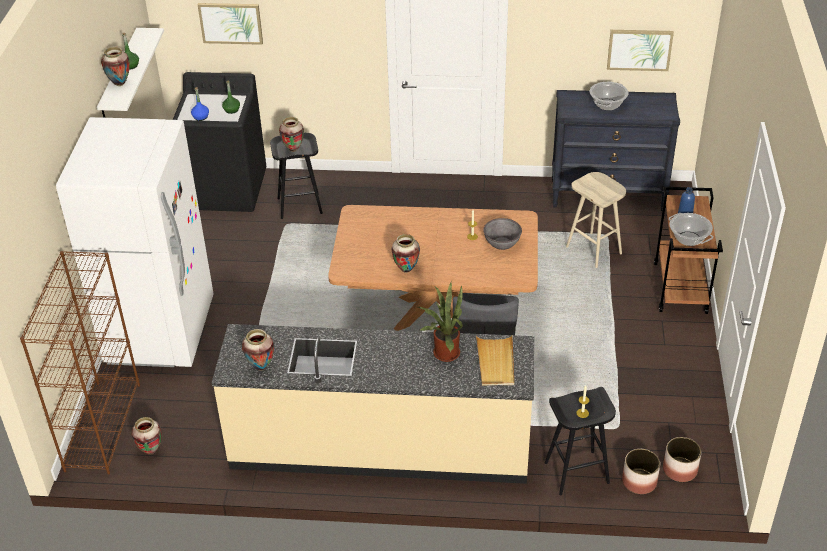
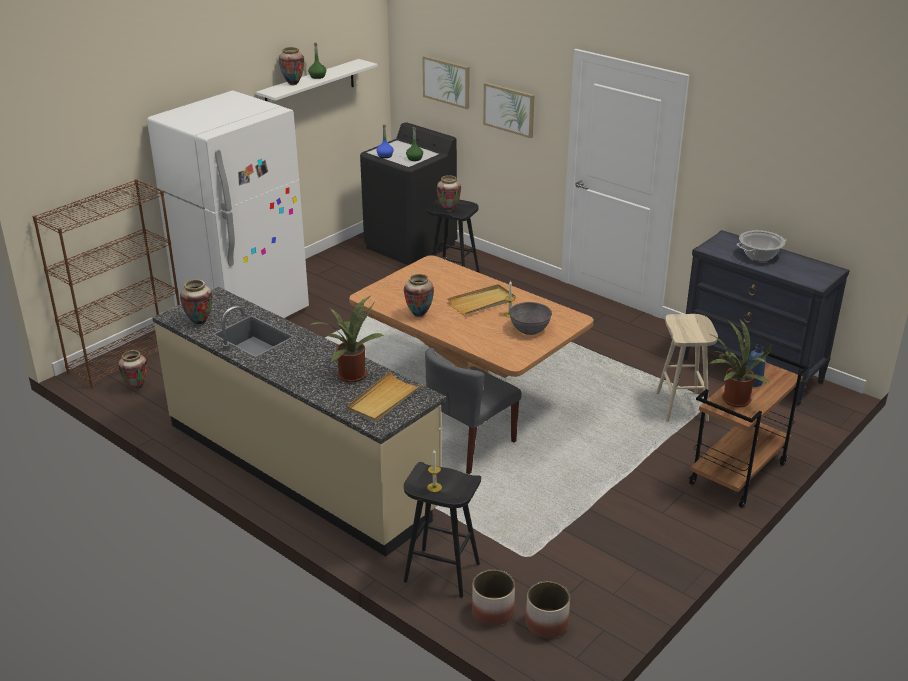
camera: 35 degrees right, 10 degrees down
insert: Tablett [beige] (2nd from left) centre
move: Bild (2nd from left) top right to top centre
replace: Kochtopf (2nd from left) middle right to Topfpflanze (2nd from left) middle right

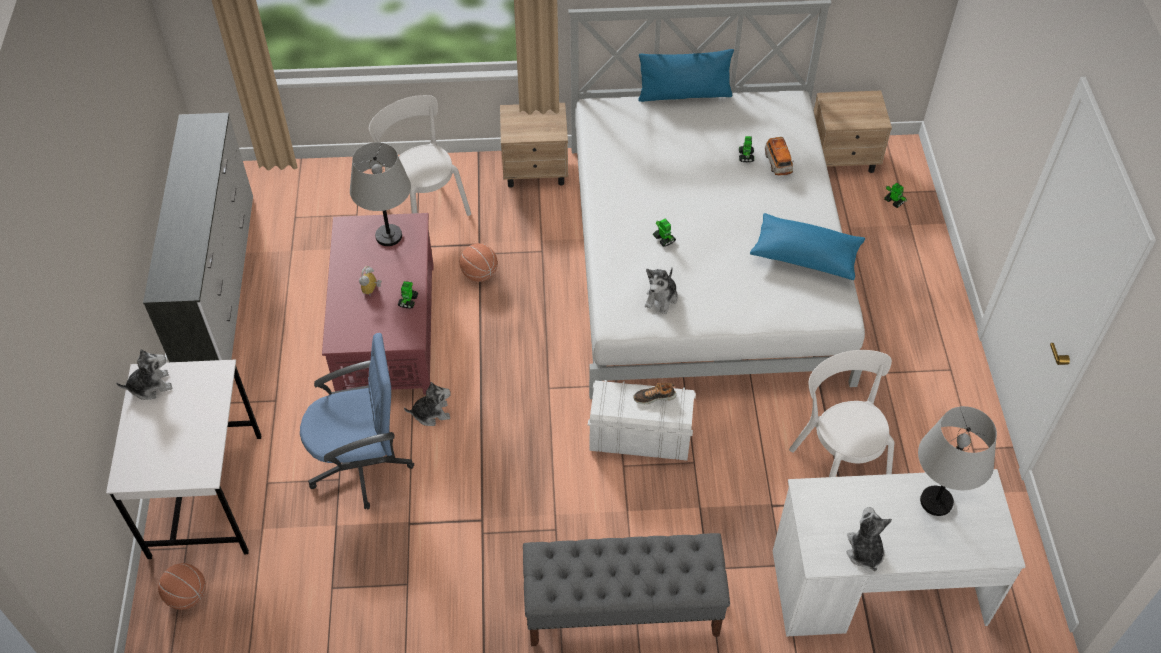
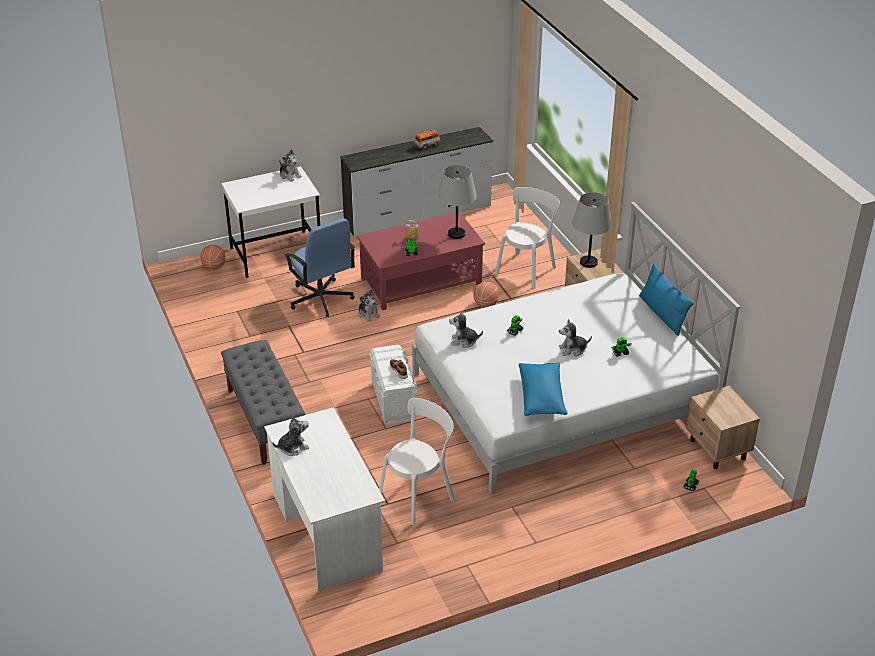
camera: 70 degrees right, 15 degrees down
insert: Plüschtier (5th from left) centre
move: Spielzeugauto top right to top centre; Tischlampe [grau] (2nd from left) bottom right to middle right

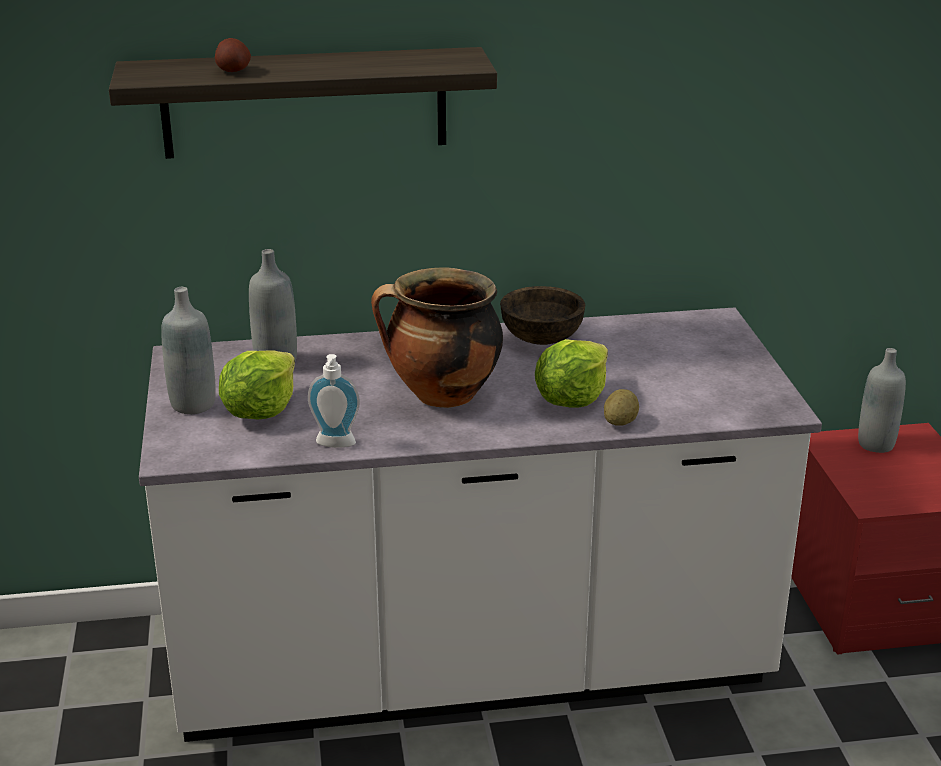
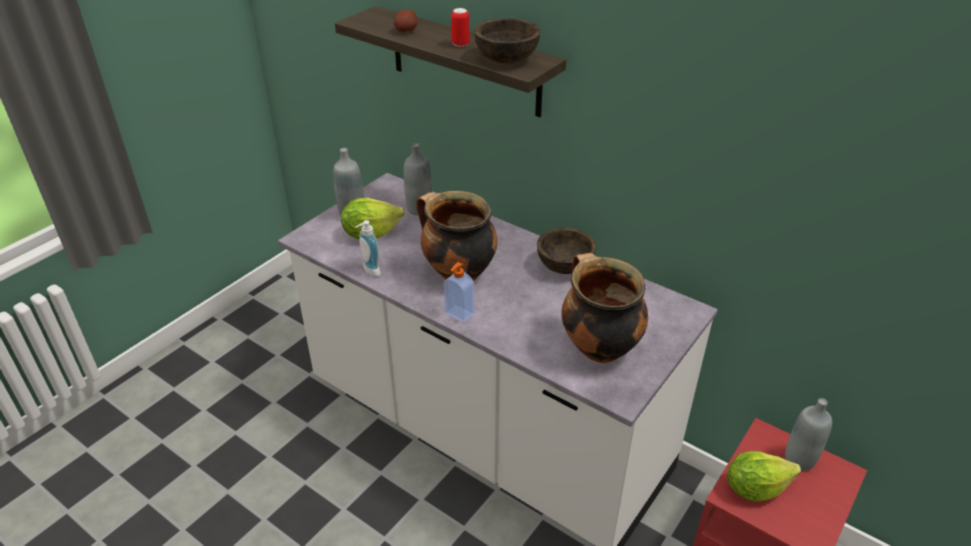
camera: 45 degrees right, 10 degrees up
delete: Kartoffel (2nd from left) centre
insert: Seifenspender (2nd from left) centre; Dose top centre; Schüssel [braun] (1st from left) top centre; Kochtopf (2nd from left) centre
move: Salatkopf (2nd from left) centre to bottom right

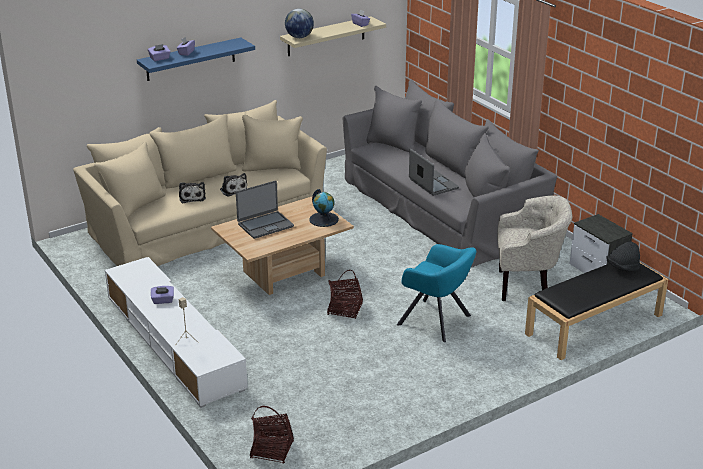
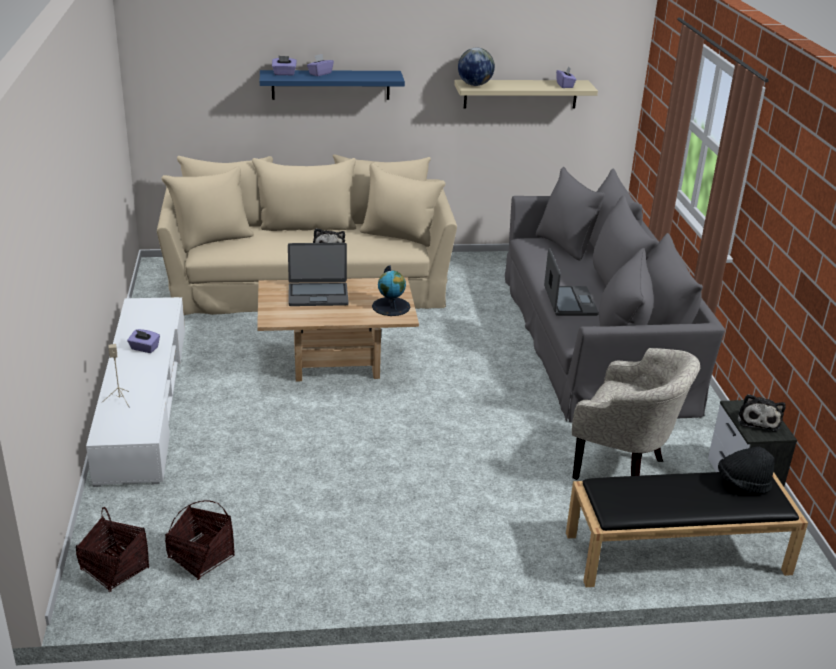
camera: 25 degrees right, 0 degrees up
delete: Sessel [türkis] centre
move: Korb (2nd from left) centre to bottom left; Plüschtier (1st from left in the first image) middle left to Plüschtier (2nd from left) middle right

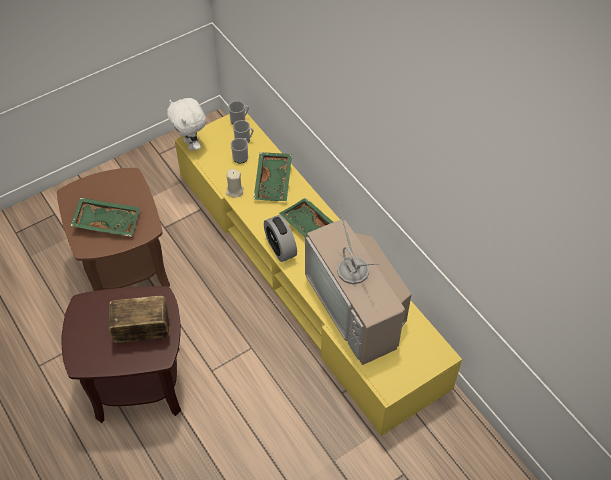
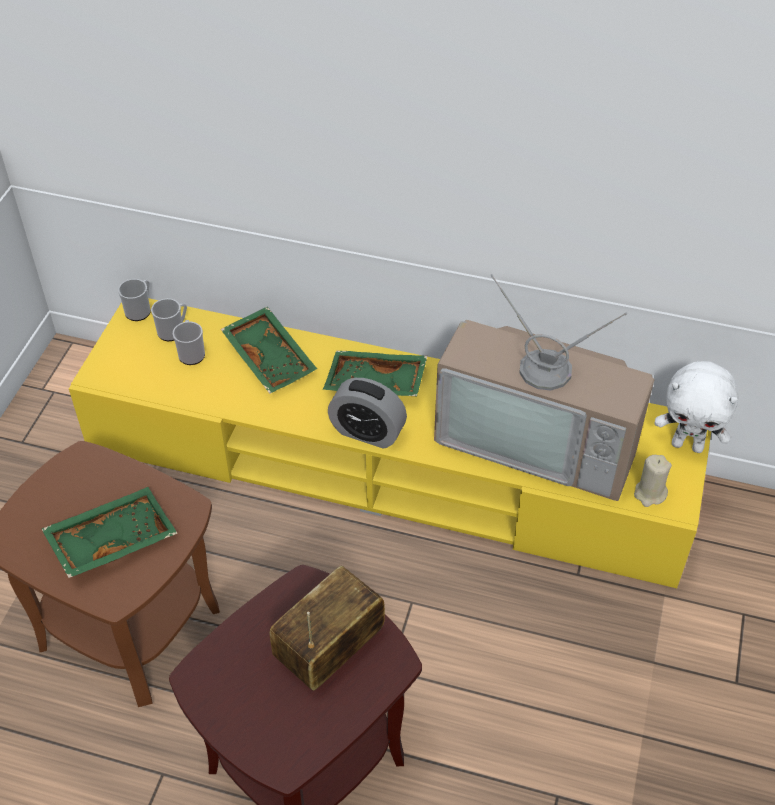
camera: 40 degrees left, 5 degrees down
move: Kerze [beige] centre to middle right; Plüschtier [weiß] top left to middle right

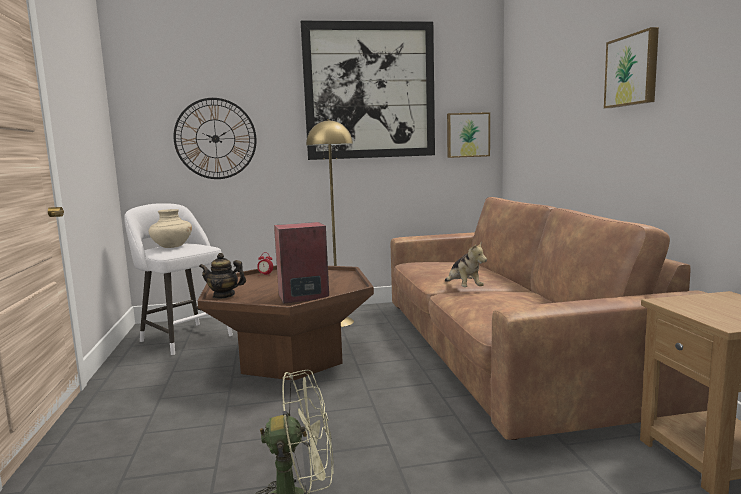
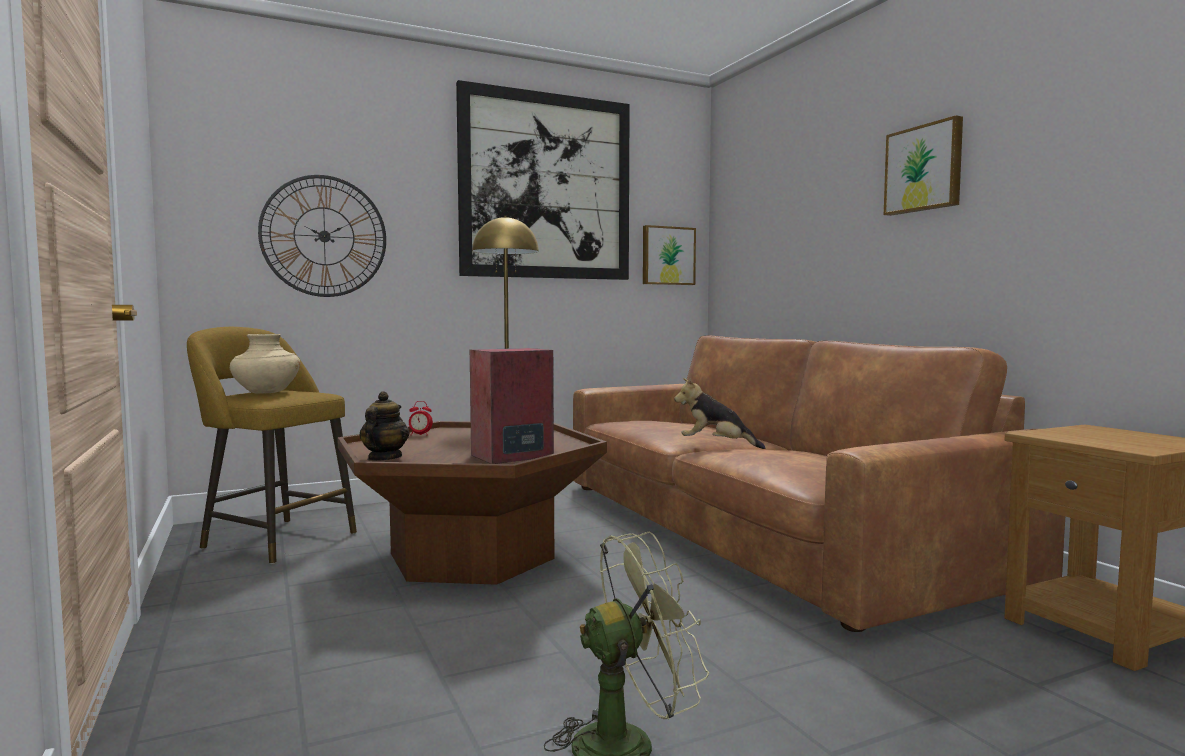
camera: 15 degrees left, 5 degrees down
recolor: Hocker [weiß] middle left to Hocker [gelb] middle left
rotate: Teekanne middle left = middle left 105 degrees clockwise; Plüschtier centre = centre 150 degrees clockwise

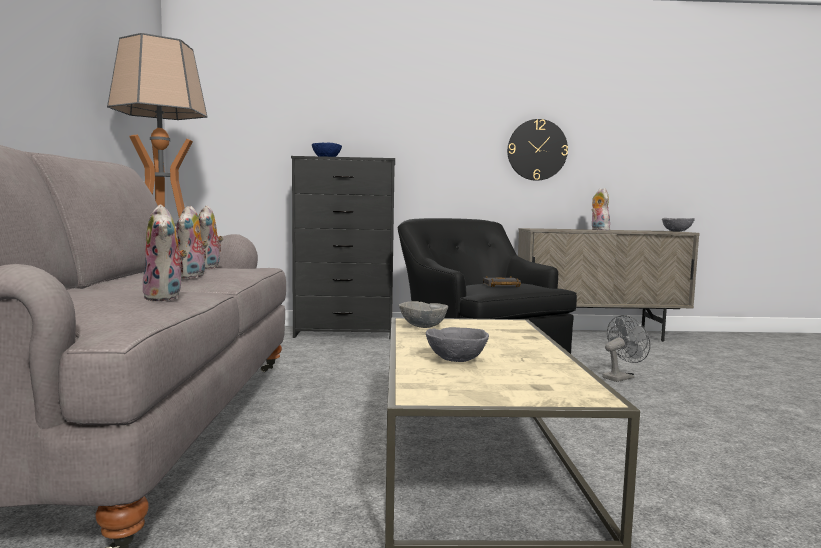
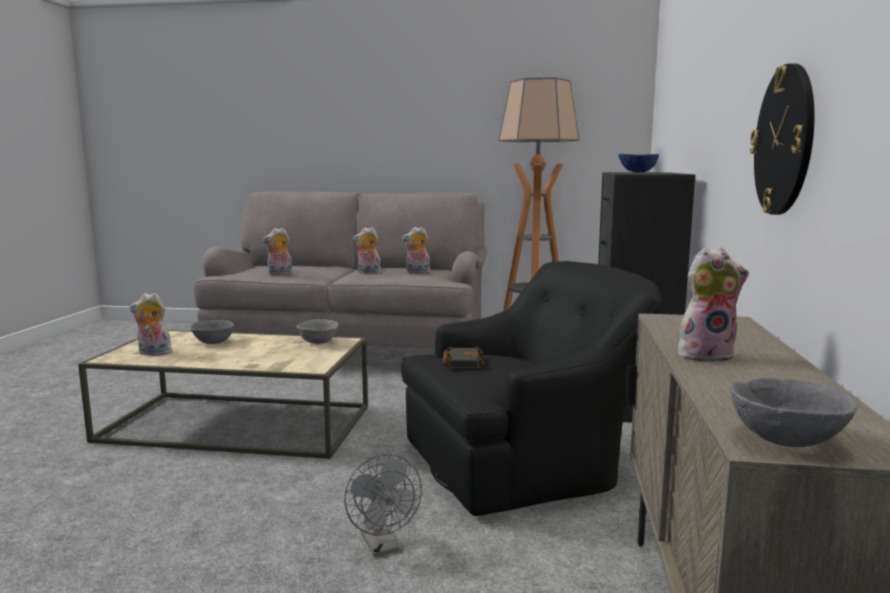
camera: 100 degrees right, 5 degrees up
insert: Plüschtier (1st from left) middle left

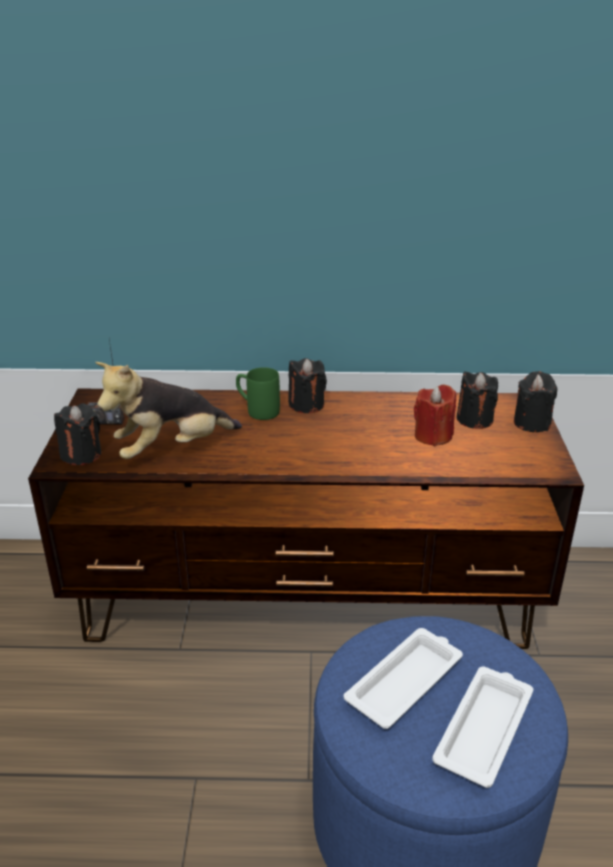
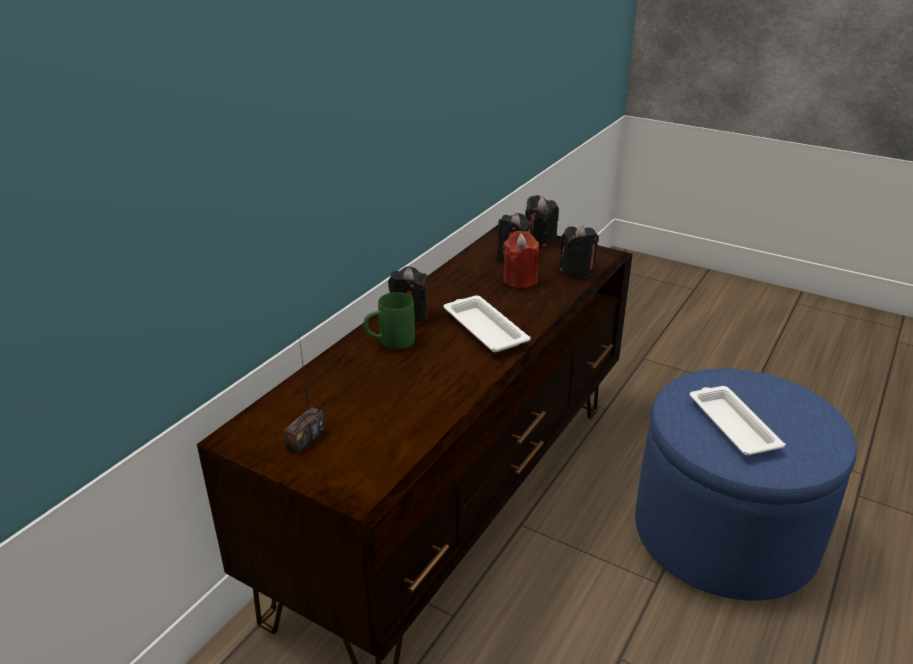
camera: 60 degrees left, 0 degrees up
delete: Plüschtier middle left
move: Tablett [weiß] (2nd from left in the first image) bottom right to Tablett [weiß] (1st from left) centre; Kerze [schwarz] (1st from left in the first image) middle left to Kerze [schwarz] (4th from left) centre

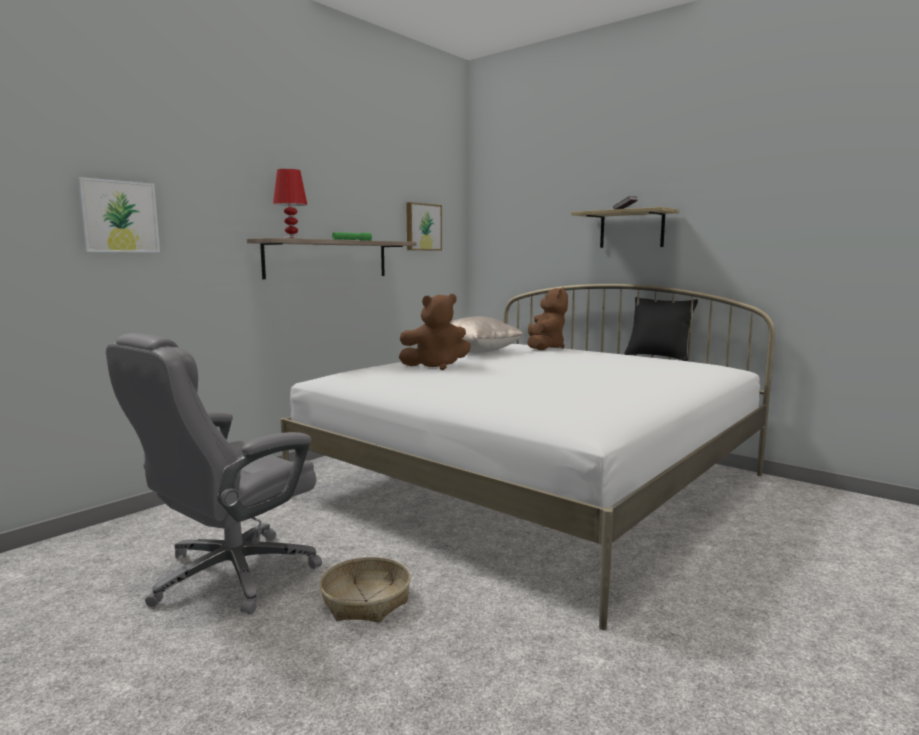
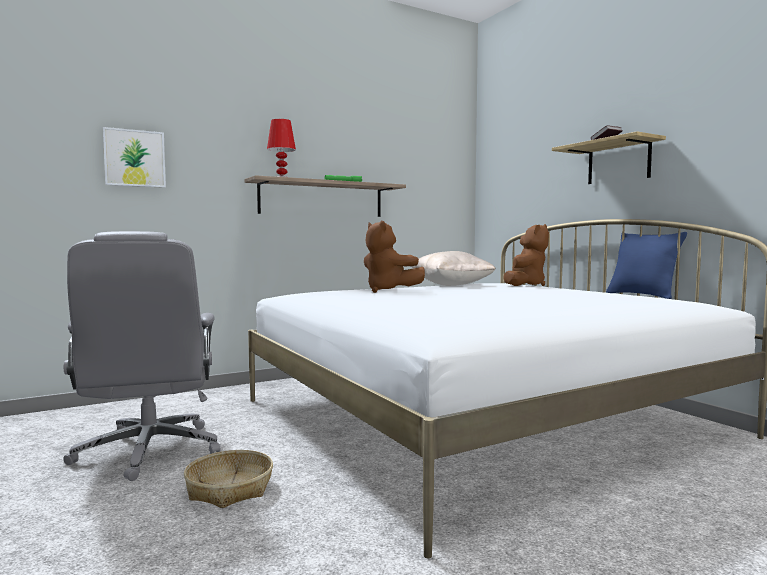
camera: 20 degrees right, 5 degrees down
delete: Bild (2nd from left) top centre
recolor: Kissen [schwarz] middle right to Kissen [blau] middle right
rotate: Bürostuhl [grau] middle left = middle left 75 degrees counterclockwise; Plüschtier [braun] (1st from left) centre = centre 45 degrees clockwise

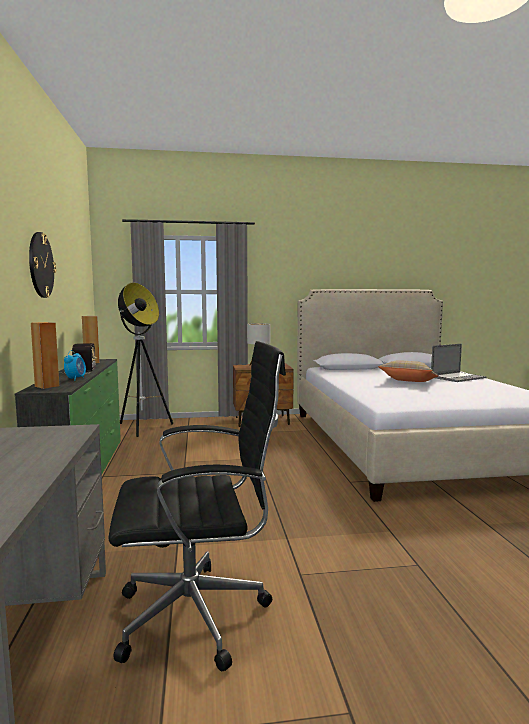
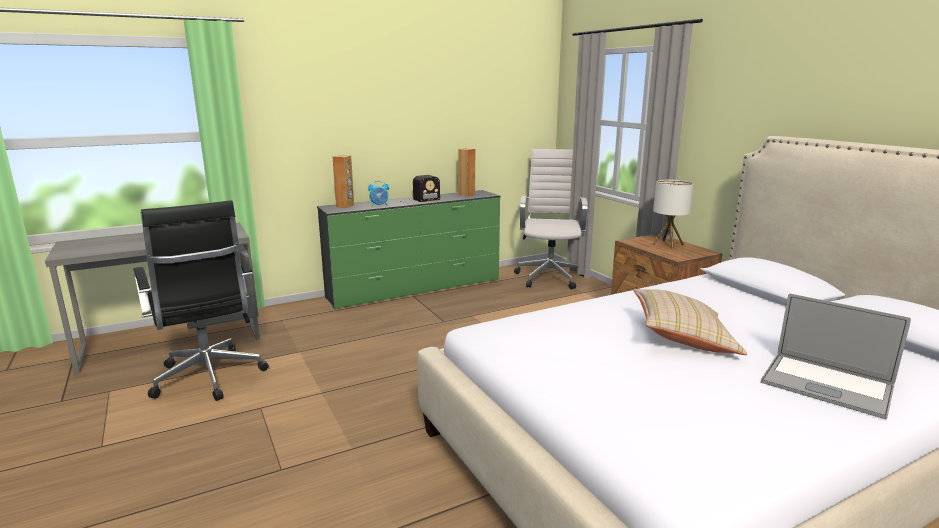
camera: 70 degrees right, 10 degrees up
delete: Wanduhr middle left
replace: Stehlampe middle left to Bürostuhl [weiß] centre

